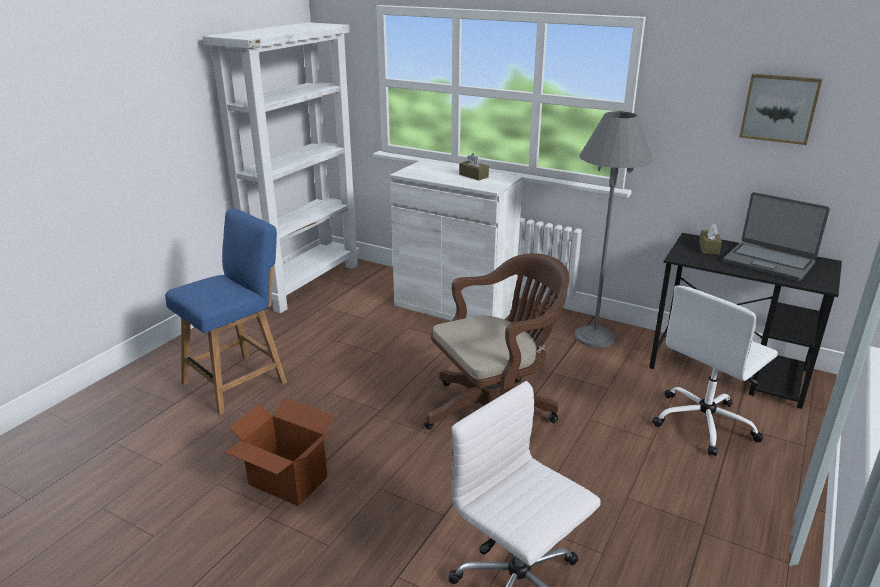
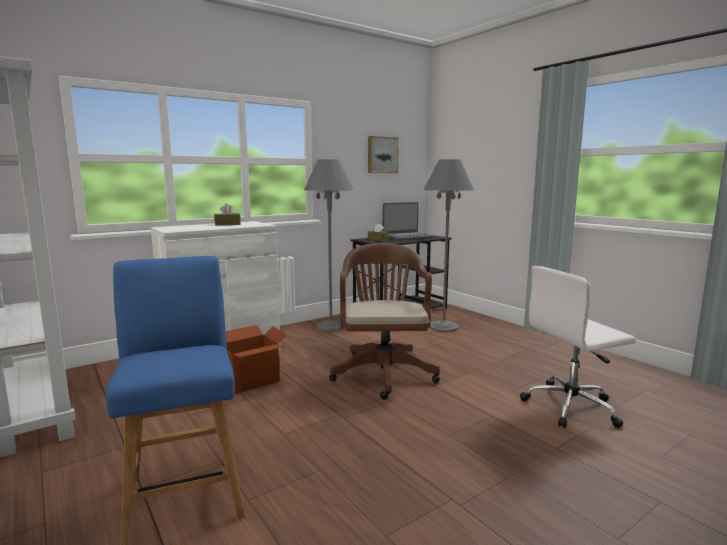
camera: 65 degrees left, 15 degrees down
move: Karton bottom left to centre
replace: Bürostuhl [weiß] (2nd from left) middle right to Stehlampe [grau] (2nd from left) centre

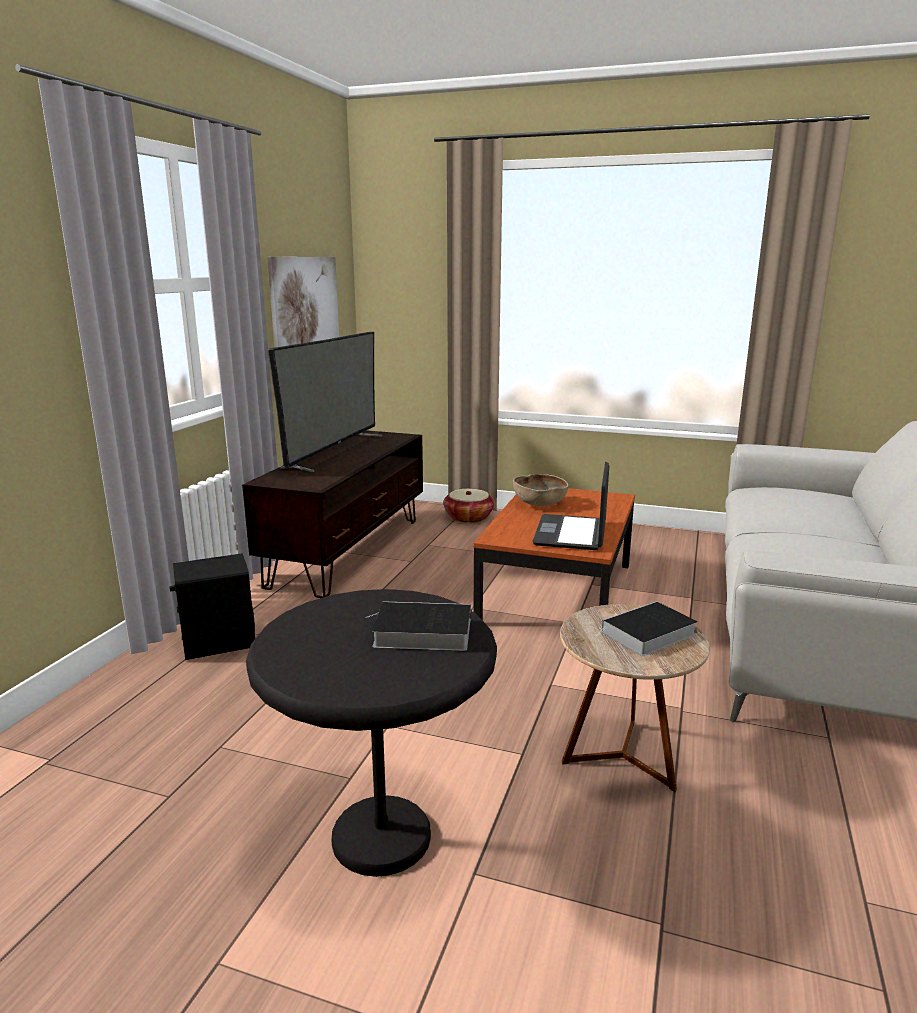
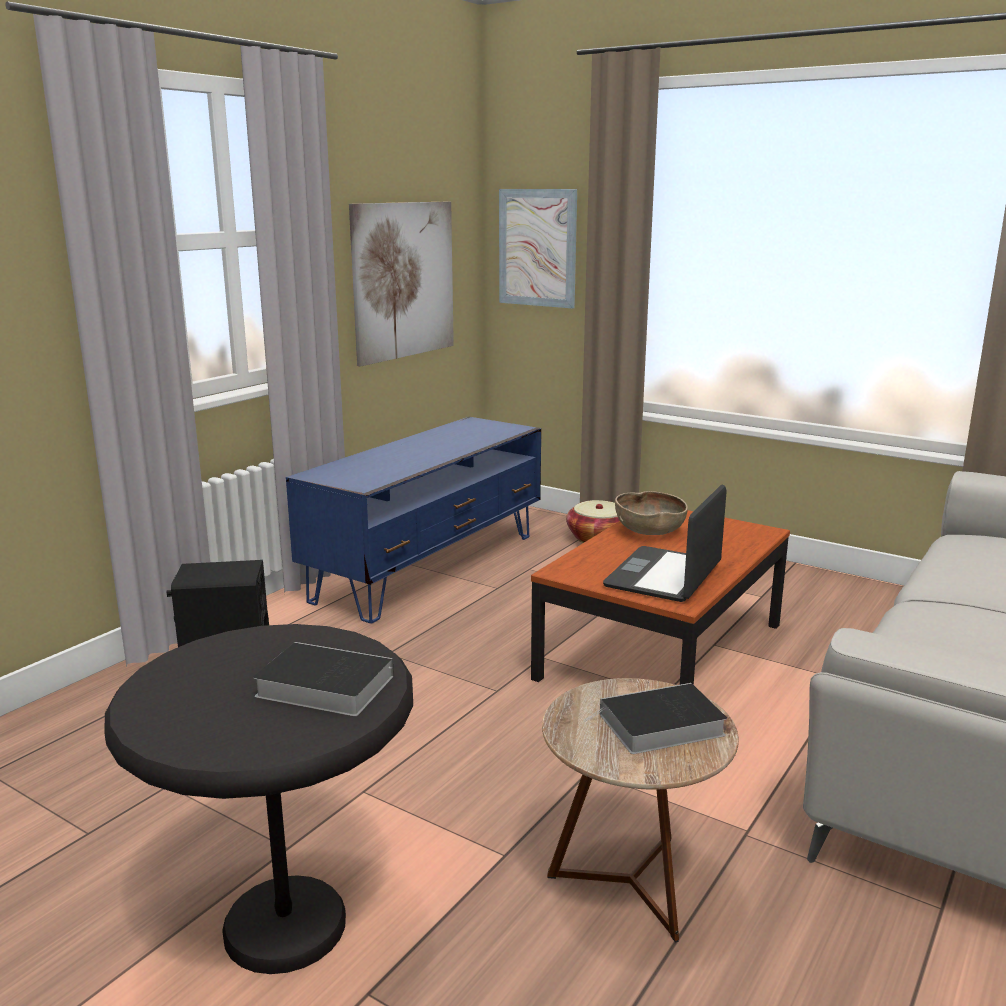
camera: 15 degrees right, 0 degrees up
delete: Fernseher centre
insert: Bild (2nd from left) top centre
recolor: Fernsehschrank [braun] centre to Fernsehschrank [blau] centre

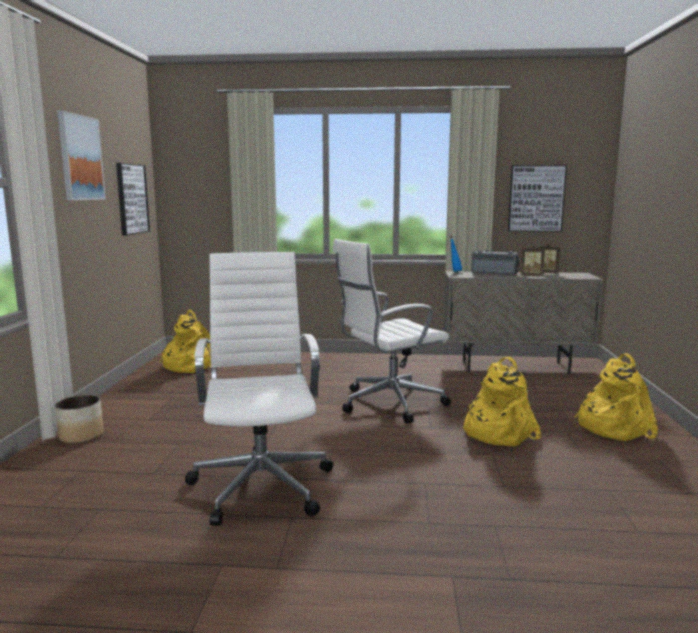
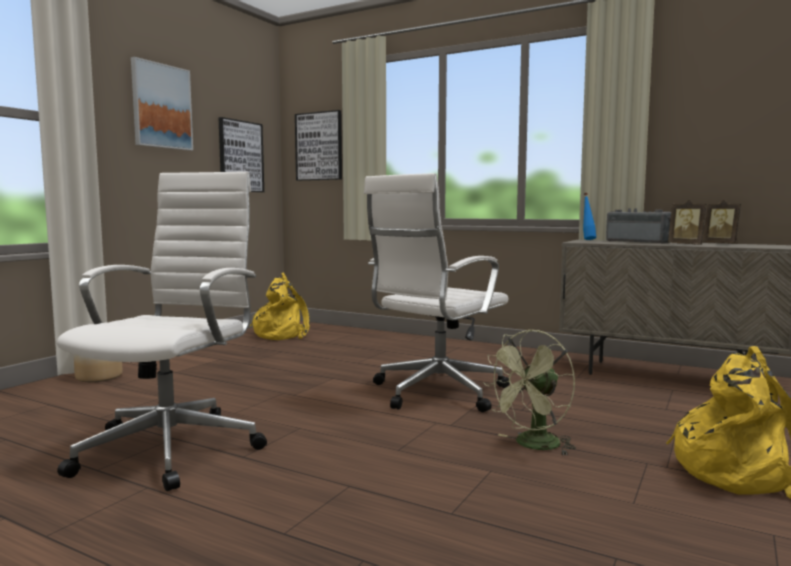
camera: 25 degrees right, 5 degrees down
move: Bild (3rd from left) top right to top centre
replace: Rucksack [gelb] (2nd from left) middle right to Ventilator [grün] bottom right
rotate: Bürostuhl [weiß] (2nd from left) centre = centre 45 degrees counterclockwise

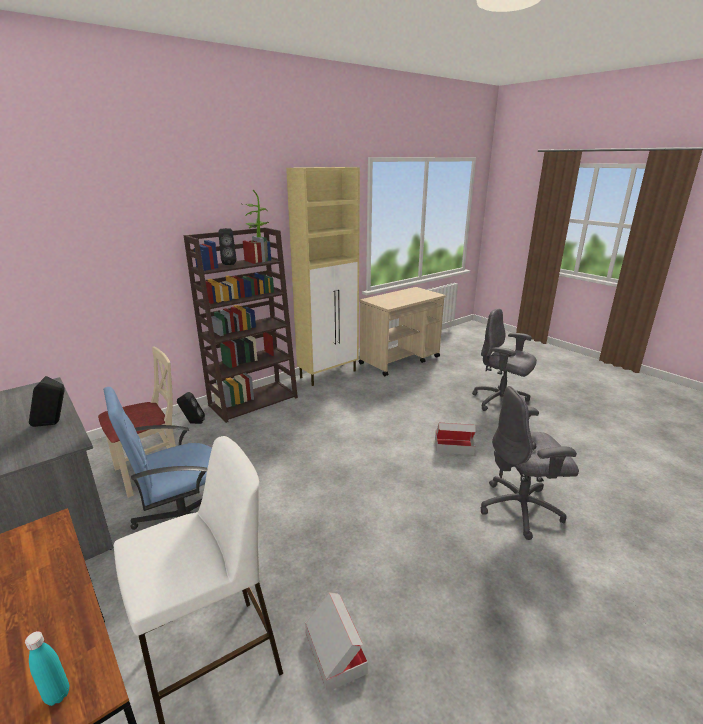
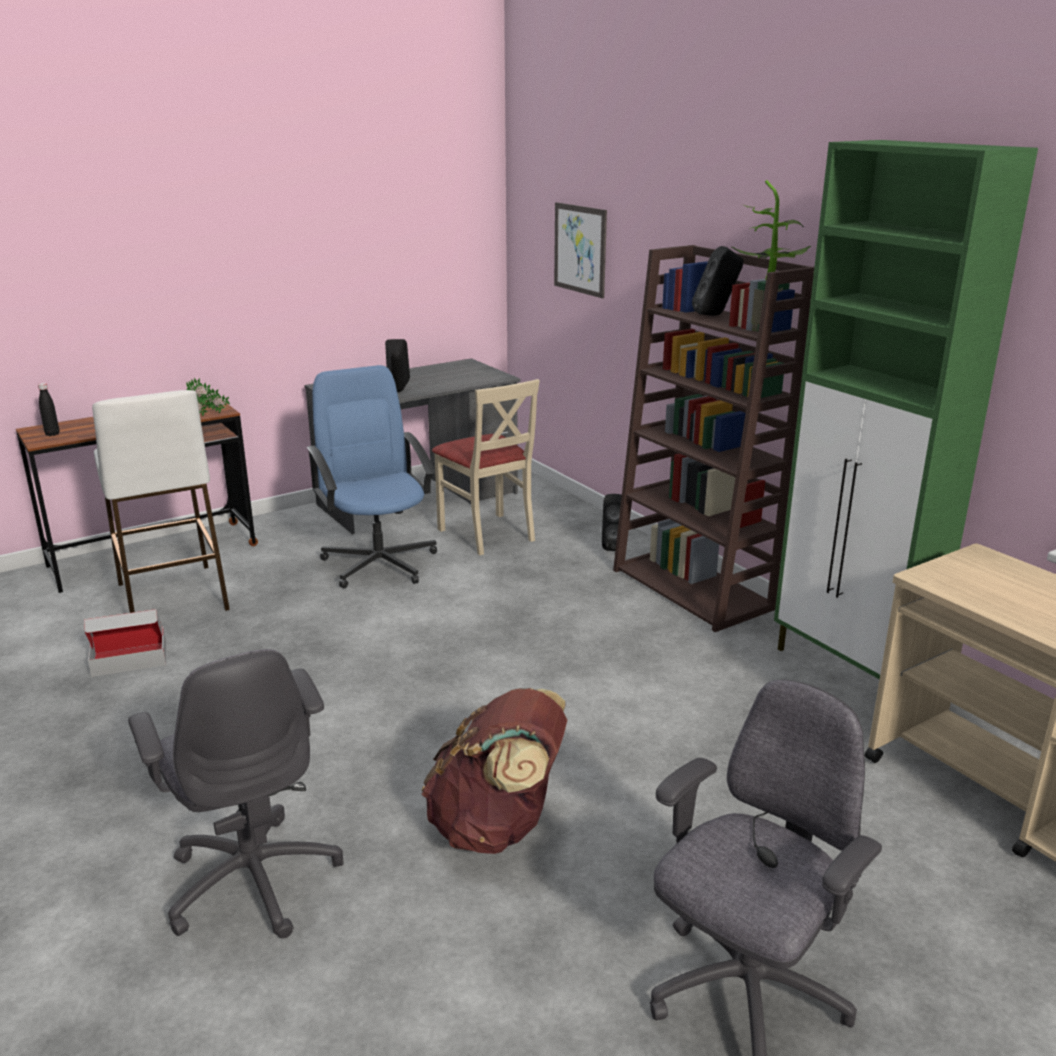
camera: 95 degrees right, 0 degrees up
insert: Topfpflanze (1st from left) middle left; Bild top centre
replace: Karton (2nd from left) centre to Rucksack [braun] bottom centre
recolor: Flasche [türkis] bottom left to Flasche [schwarz] middle left; Schrank [beige] centre to Schrank [grün] middle right
rotate: Bürostuhl [grau] (2nd from left in the first image) middle right = bottom left 150 degrees clockwise

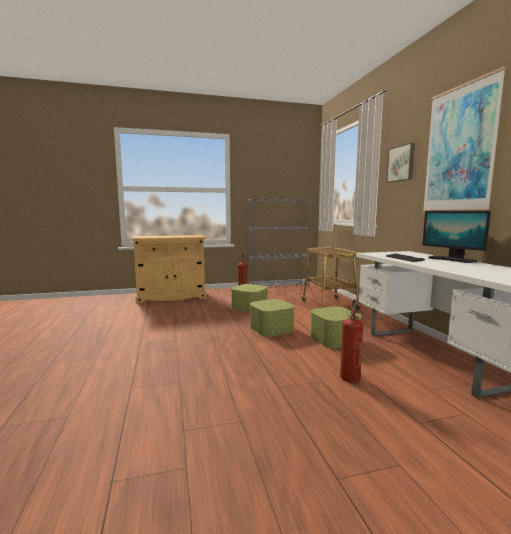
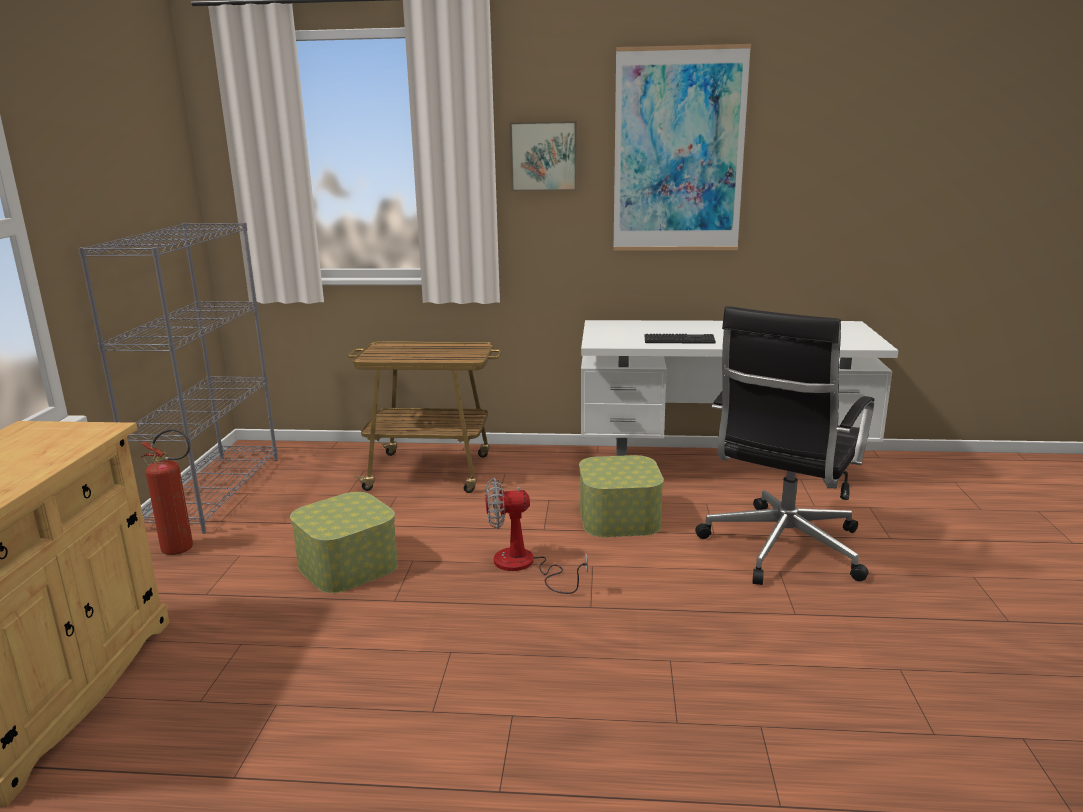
camera: 70 degrees left, 10 degrees up
delete: Monitor middle right
replace: Aufbewahrungsbox (2nd from left) centre to Ventilator centre; Feuerlöscher (2nd from left) middle right to Bürostuhl [schwarz] middle right

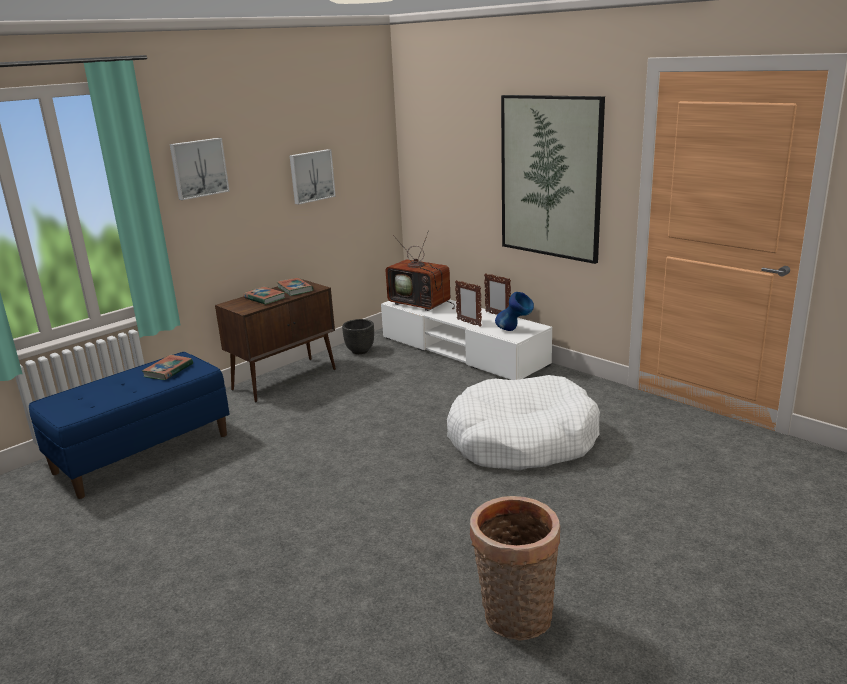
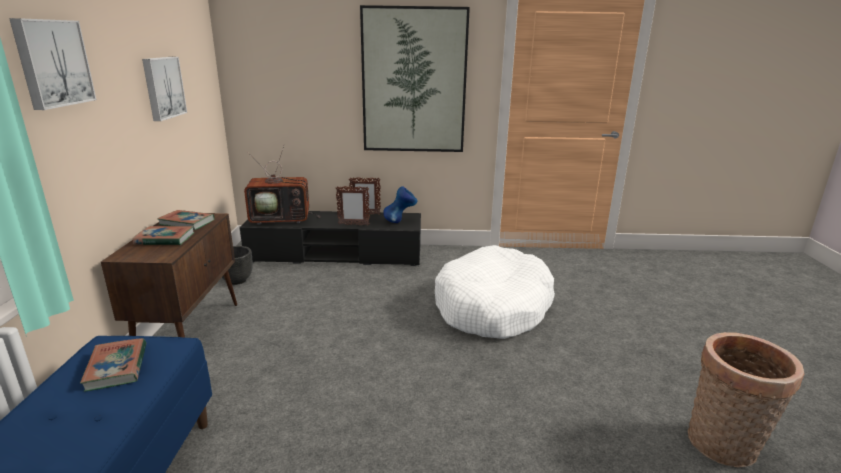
camera: 45 degrees left, 0 degrees up
recolor: Fernsehschrank [weiß] centre to Fernsehschrank [schwarz] centre

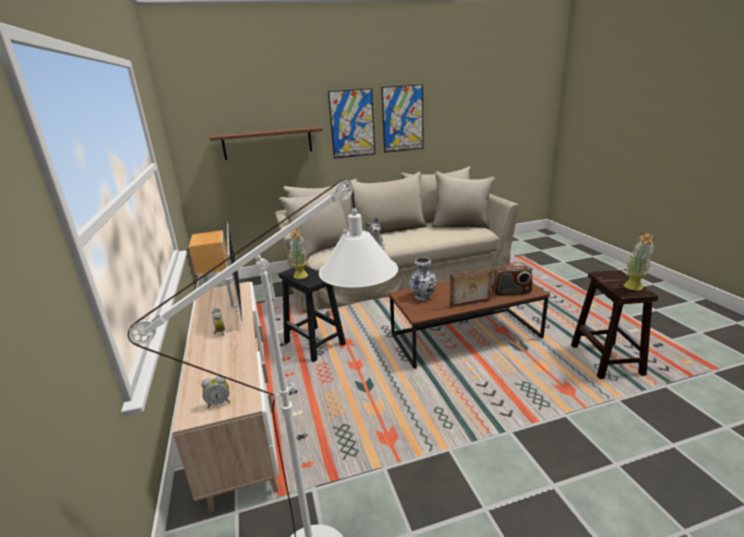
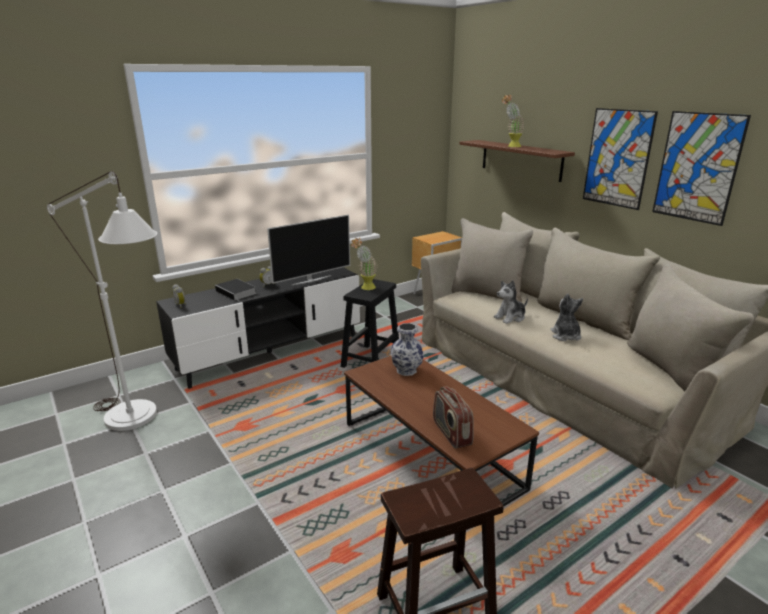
camera: 70 degrees right, 0 degrees up
delete: Bilderrahmen centre
insert: Buch middle left; Plüschtier (2nd from left) middle right
move: Topfpflanze (2nd from left) middle right to top right
recolor: Fernsehschrank [beige] bottom left to Fernsehschrank [schwarz] centre

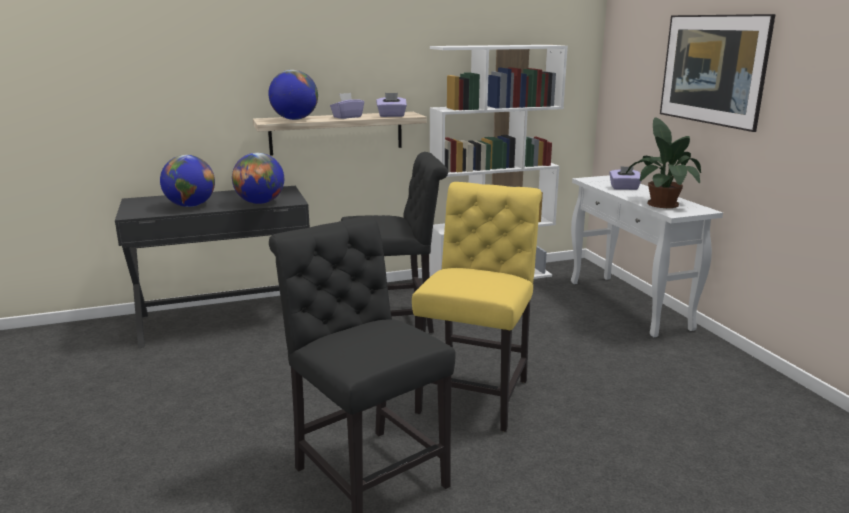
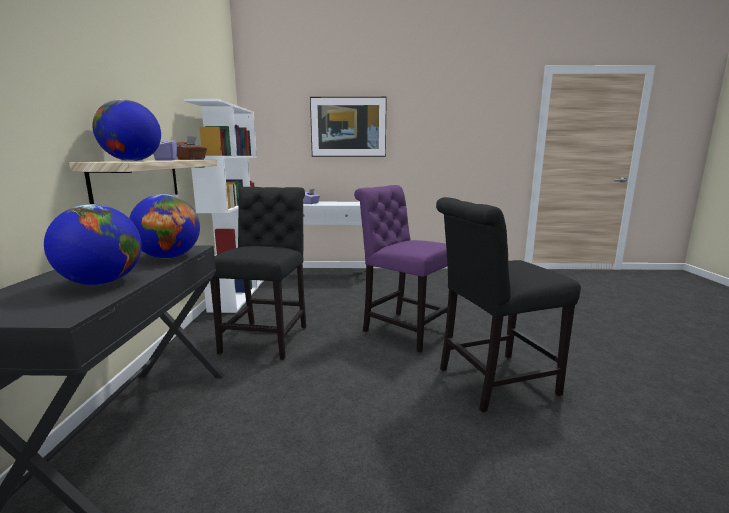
camera: 70 degrees left, 5 degrees down
delete: Topfpflanze top right
recolor: Taschentuchbox [lila] (2nd from left) top centre to Taschentuchbox [braun] top left; Stuhl [gelb] centre to Stuhl [lila] centre

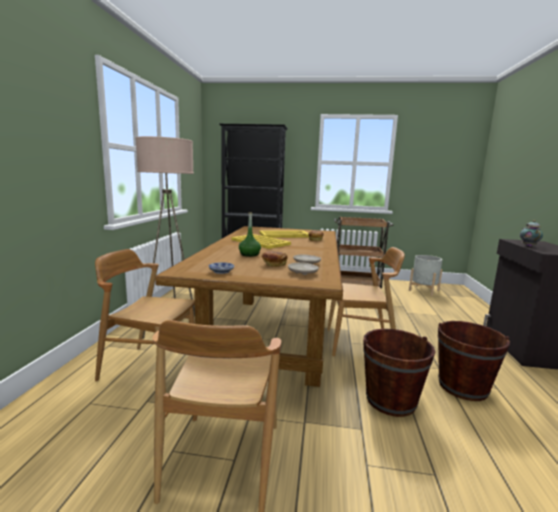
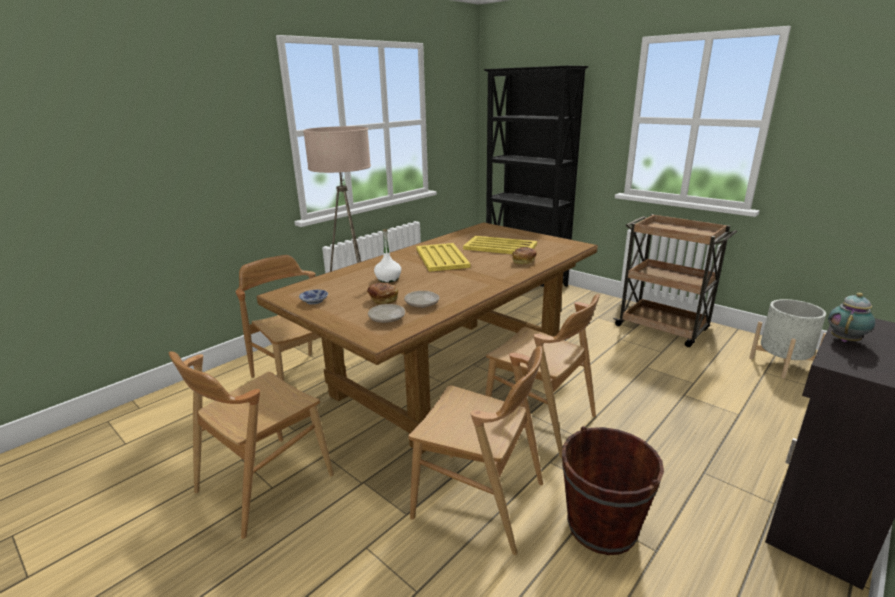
camera: 35 degrees right, 10 degrees up
replace: Eimer [braun] (1st from left) bottom right to Stuhl [braun] (3rd from left) bottom centre
recolor: Flasche [grün] centre to Flasche [weiß] centre

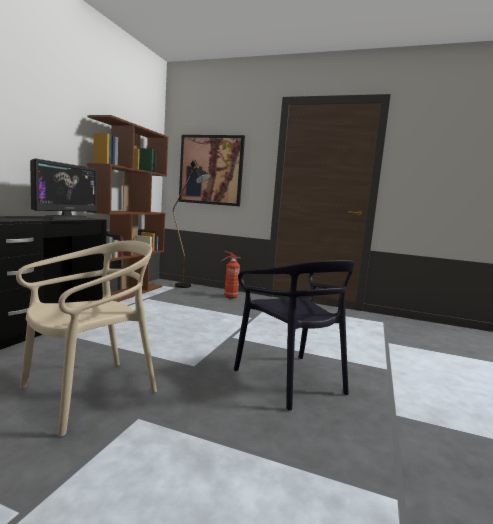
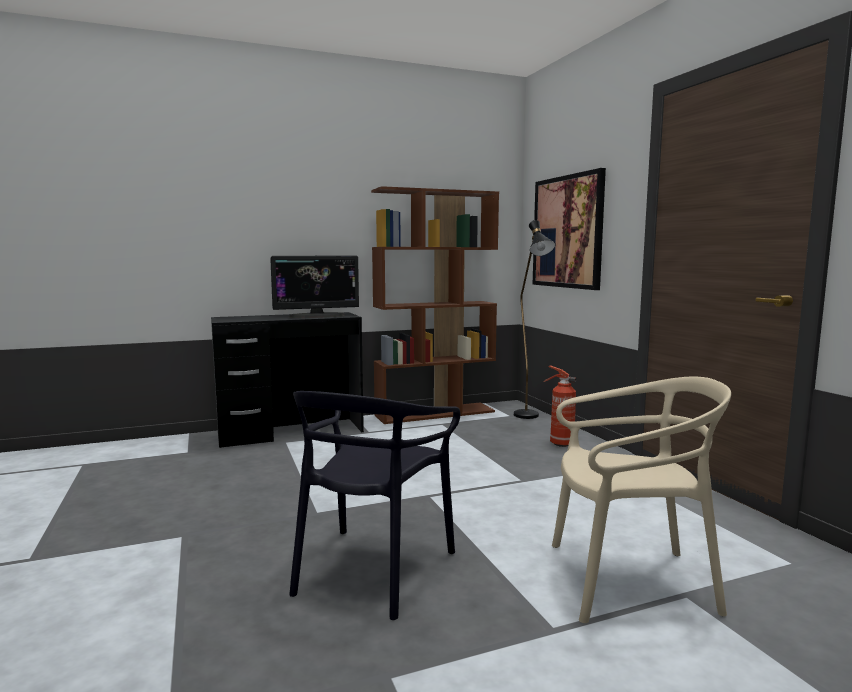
camera: 50 degrees right, 0 degrees up
move: Stuhl [beige] middle left to bottom right

